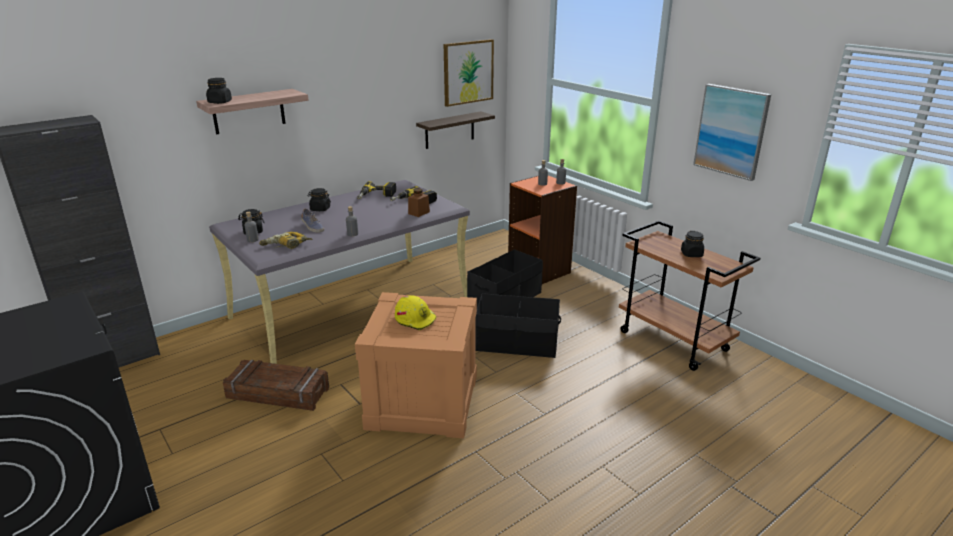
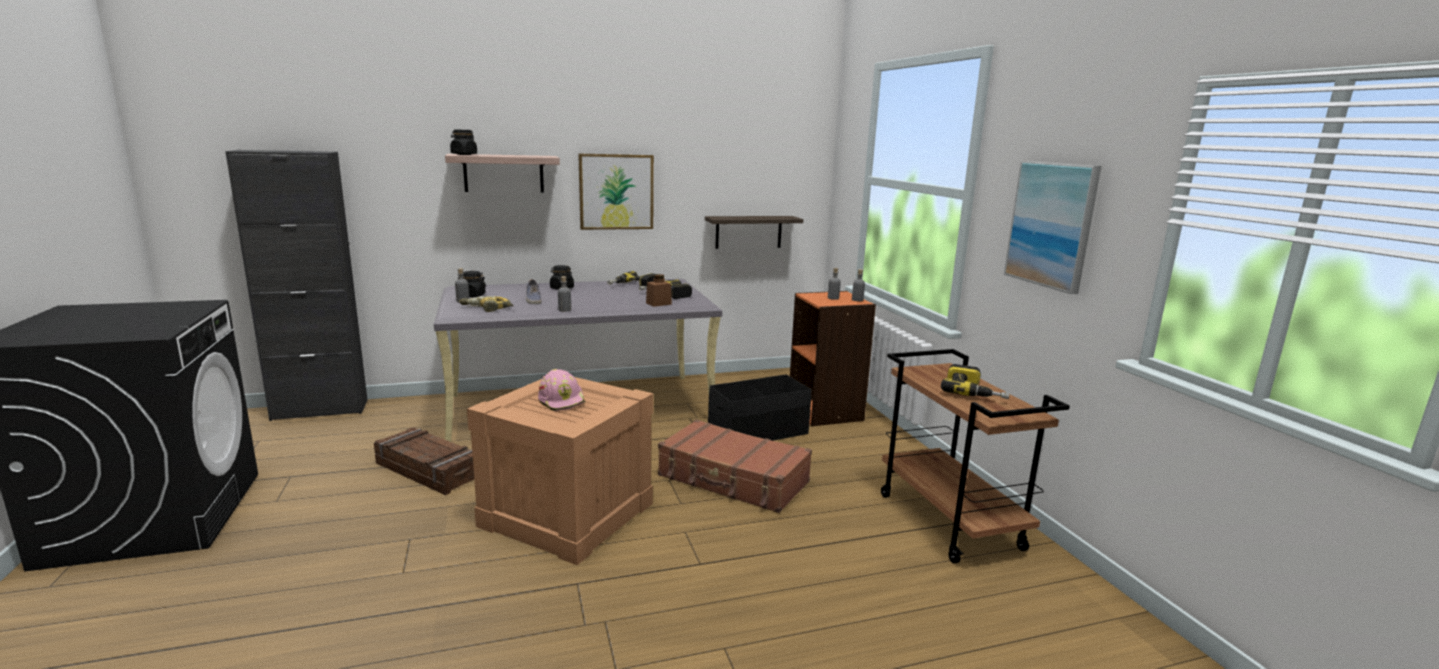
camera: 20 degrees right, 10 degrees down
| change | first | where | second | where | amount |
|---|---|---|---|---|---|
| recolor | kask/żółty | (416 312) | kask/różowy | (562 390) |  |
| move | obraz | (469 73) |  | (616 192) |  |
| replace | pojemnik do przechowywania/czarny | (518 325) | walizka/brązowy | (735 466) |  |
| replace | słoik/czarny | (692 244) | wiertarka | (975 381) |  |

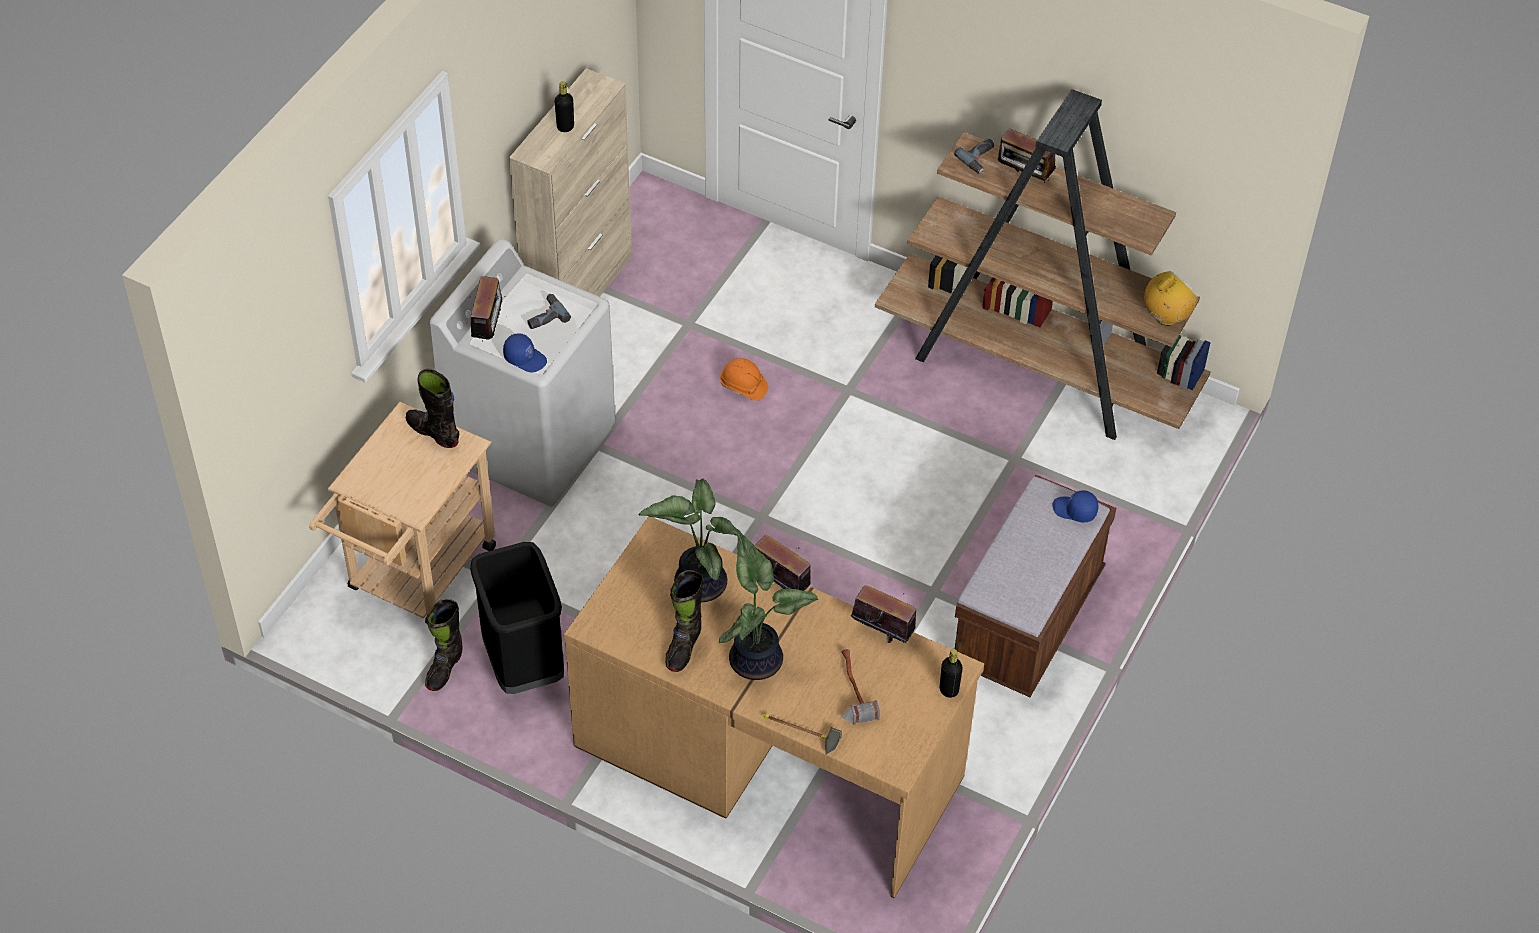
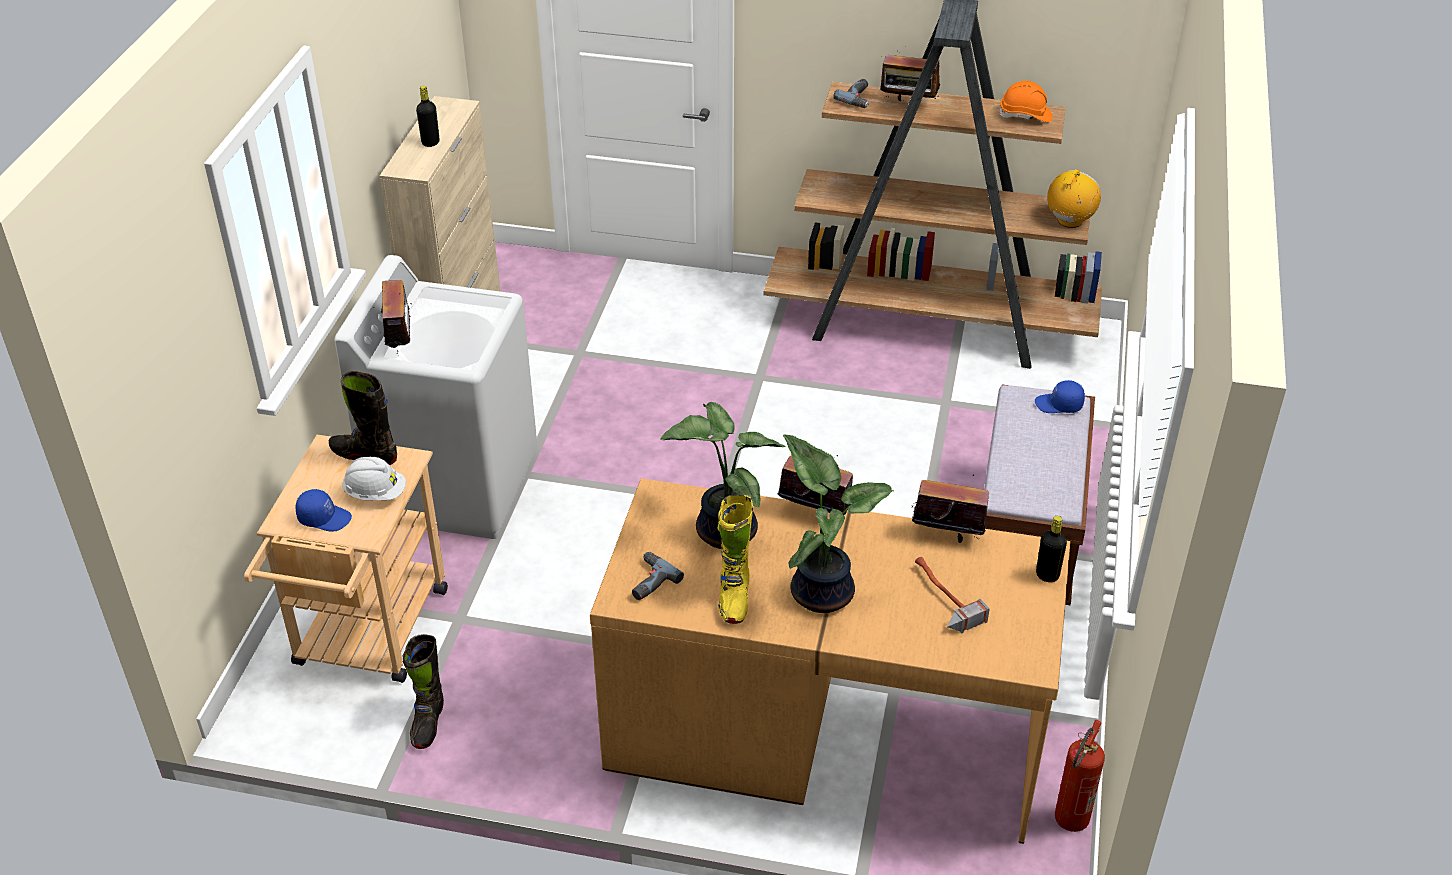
camera: 15 degrees left, 10 degrees down
| change | first | where | second | where | amount |
|---|---|---|---|---|---|
| delete | kosz na śmieci/czarny | (517 618) |  |  |  |
| move | czapka z daszkiem/niebieski | (525 353) |  | (324 510) |  |
| move | wiertarka | (549 311) |  | (658 576) |  |
| recolor | but z cholewką/czarny | (684 621) | but z cholewką/żółty | (735 559) |  |
| move | kask/pomarańczowy | (744 379) |  | (1025 101) |  |
| delete | młotek | (801 734) |  |  |  |
| insert |  |  | kask/biały | (374 479) |  |
| insert |  |  | gaśnica | (1080 776) |  |

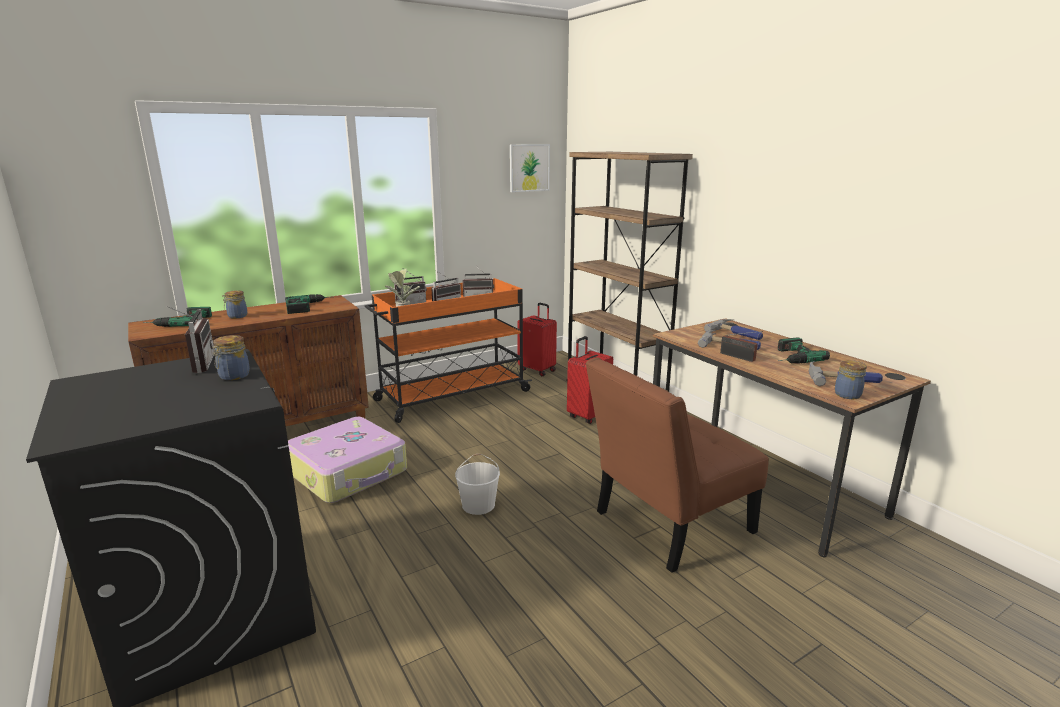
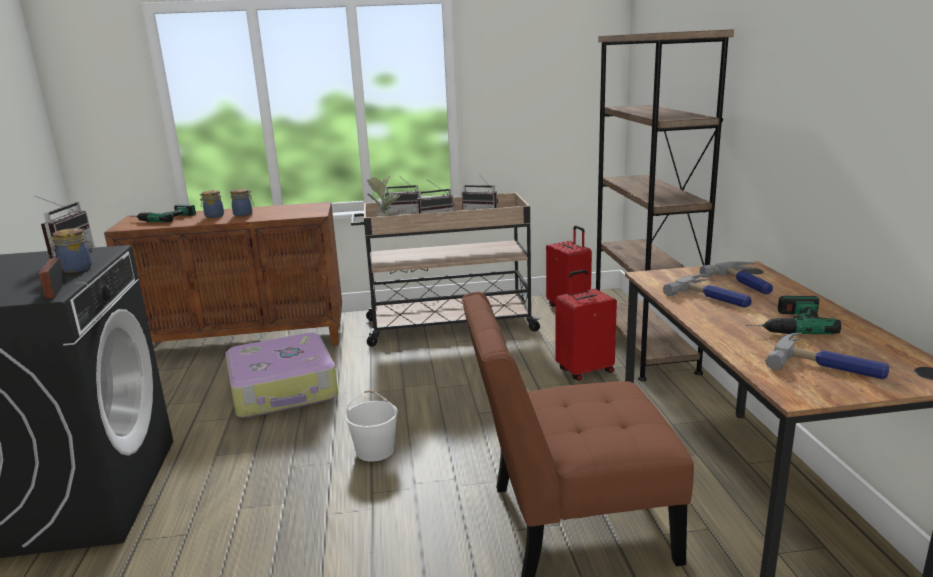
camera: 25 degrees right, 0 degrees up
| change | first | where | second | where | amount |
|---|---|---|---|---|---|
| delete | wiertarka | (307 304) |  |  |  |
| recolor | wózek/pomarańczowy | (448 350) | wózek/beżowy | (446 270) |  |
| delete | obraz | (530 168) |  |  |  |
| move | radio | (741 346) |  | (52 276) |  |
| move | słoik | (851 379) |  | (242 203) |  |

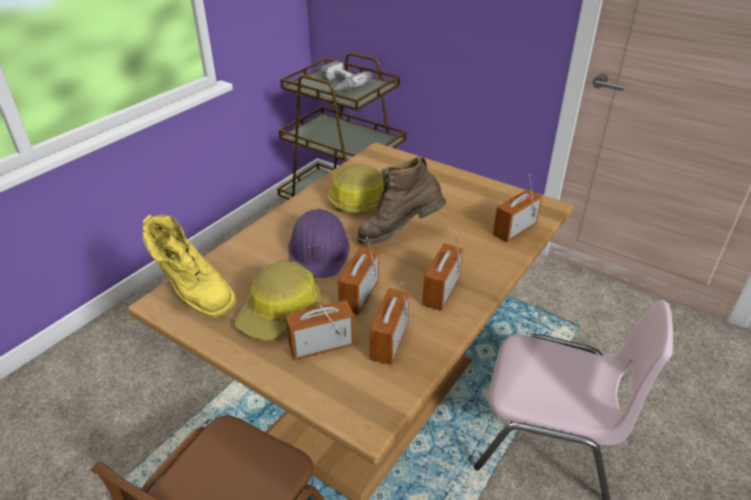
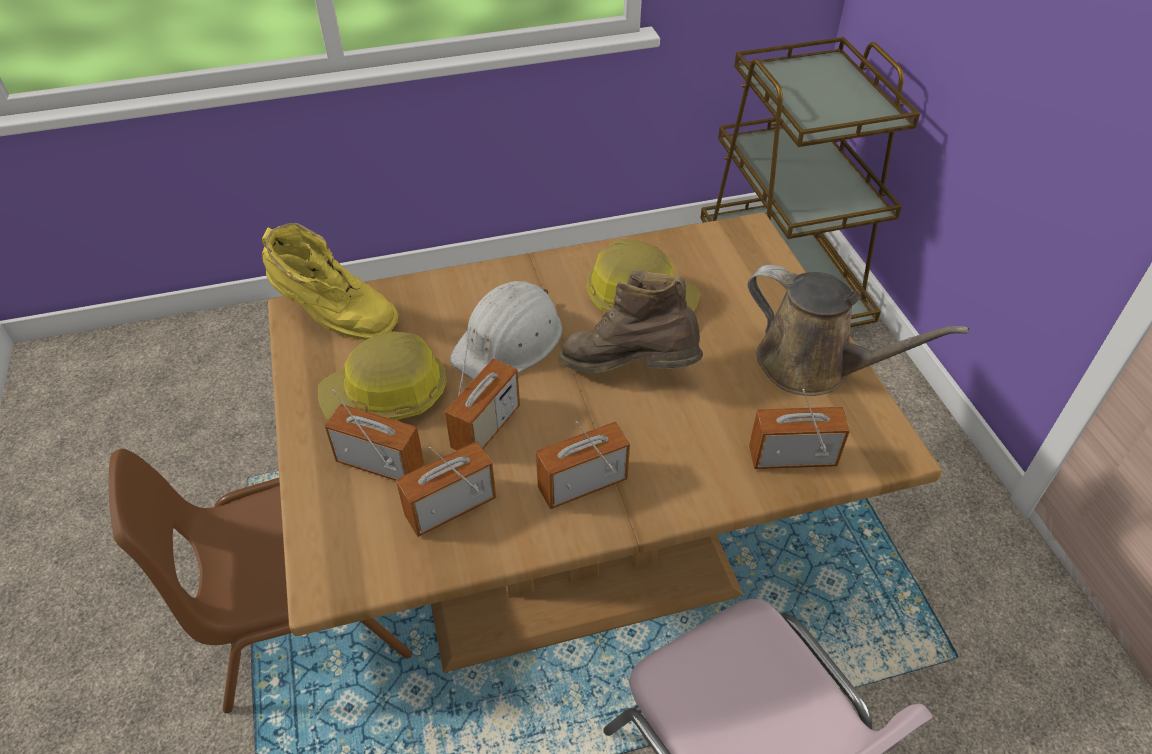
camera: 40 degrees right, 10 degrees up
| change | first | where | second | where | amount |
|---|---|---|---|---|---|
| rotate | but z cholewką/żółty | (189 266) |  | (330 281) | 60 degrees counterclockwise |
| recolor | kask/fioletowy | (319 243) | kask/biały | (506 330) |  |
| delete | wiertarka | (346 76) |  |  |  |
| rotate | radio | (358 276) |  | (482 389) | 150 degrees clockwise |
| insert |  |  | konewka/brązowy | (858 330) |  |

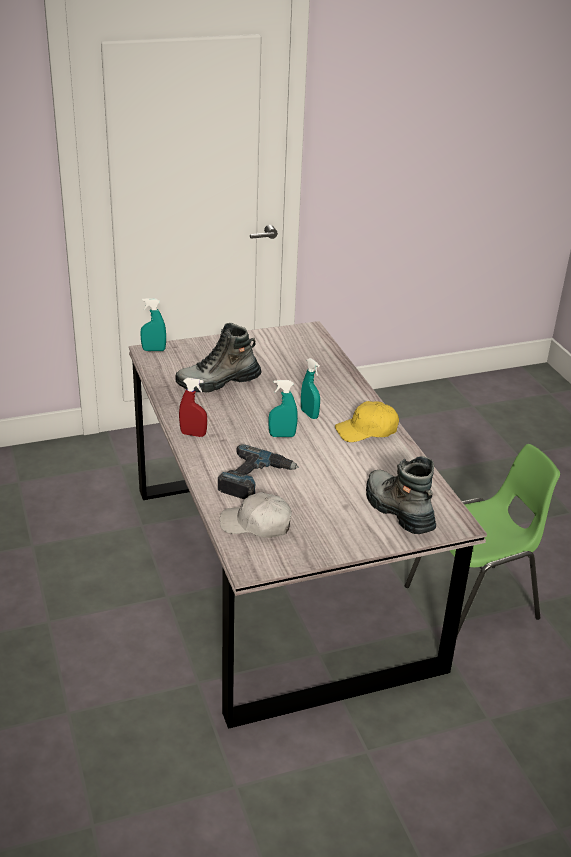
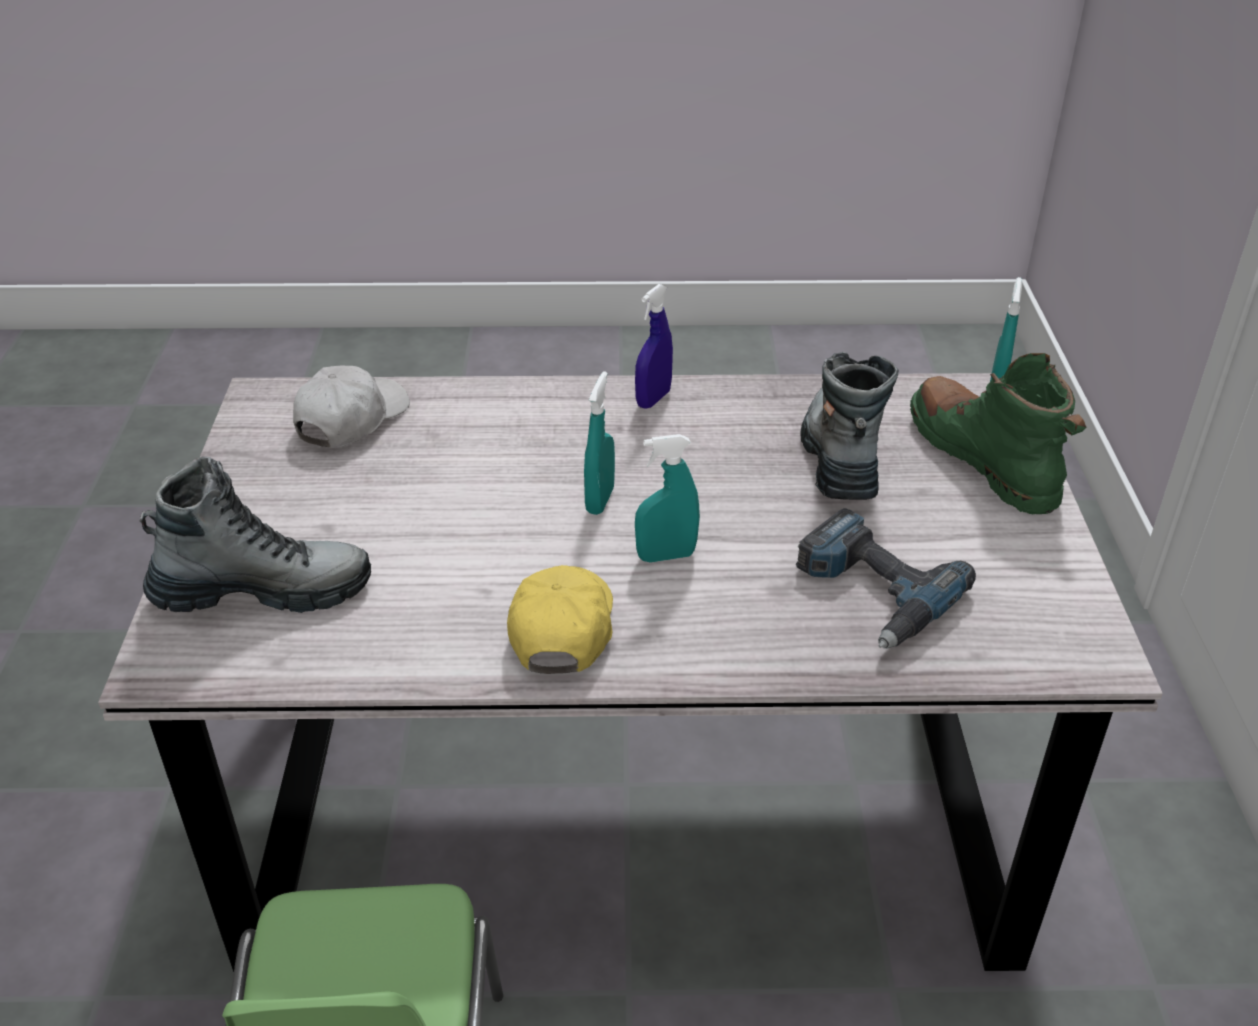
camera: 110 degrees right, 5 degrees up
| change | first | where | second | where | amount |
|---|---|---|---|---|---|
| recolor | spryskiwacz/czerwony | (193 407) | spryskiwacz/niebieski | (654 346) |  |
| move | wiertarka | (258 472) |  | (885 578) |  |
| insert |  |  | but z cholewką/zielony | (998 433) |  |

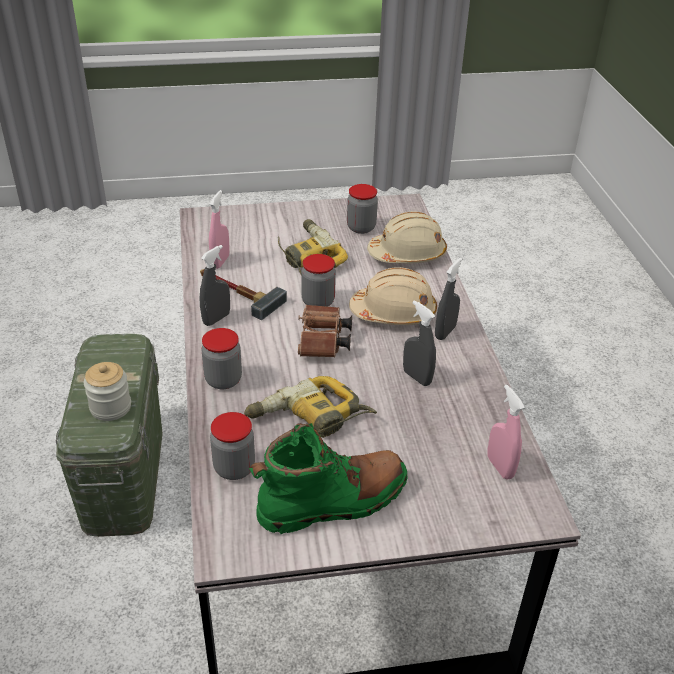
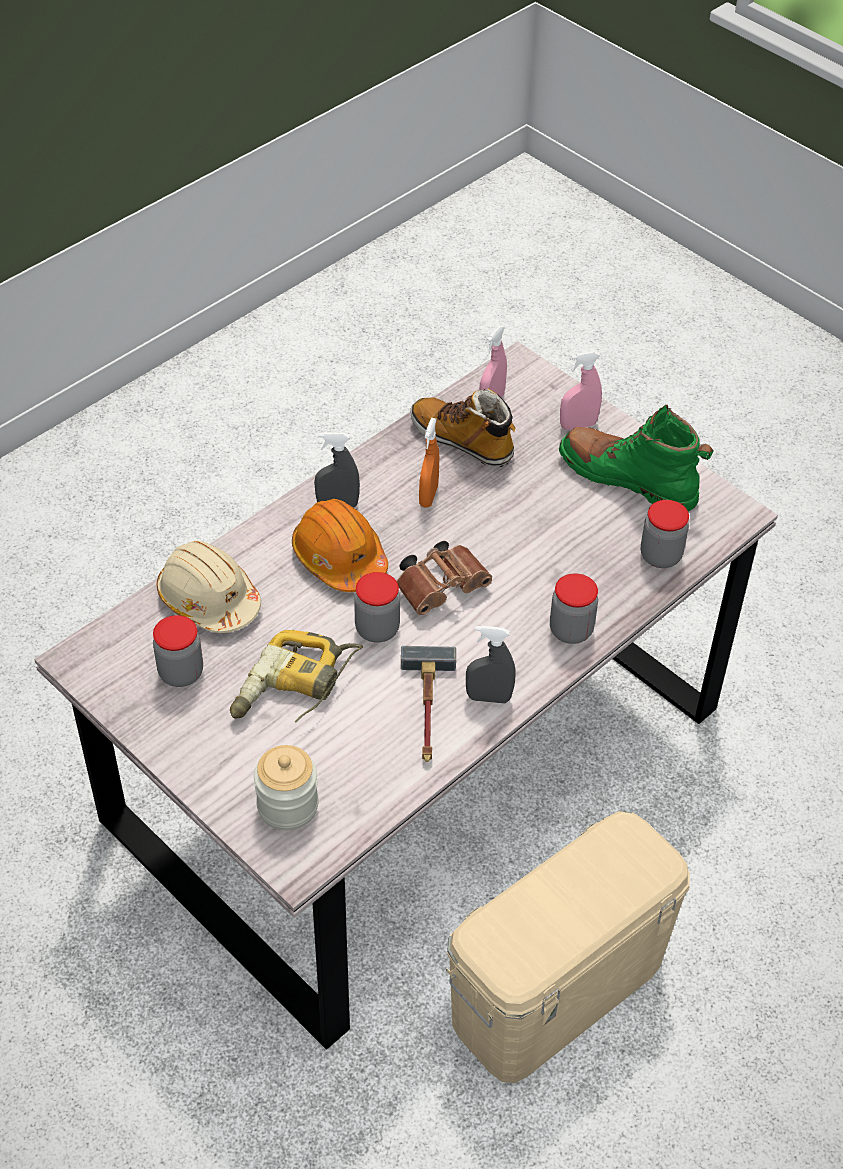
camera: 125 degrees left, 10 degrees up
| change | first | where | second | where | amount |
|---|---|---|---|---|---|
| recolor | pojemnik do przechowywania/zielony | (109 435) | pojemnik do przechowywania/beżowy | (568 947) |  |
| move | słoik | (107 391) |  | (286 788) |  |
| move | spryskiwacz/różowy | (219 229) |  | (581 390) |  |
| delete | wiertarka | (310 407) |  |  |  |
| recolor | kask/beżowy | (393 296) | kask/pomarańczowy | (340 545) |  |
| recolor | spryskiwacz/szary | (419 343) | spryskiwacz/pomarańczowy | (429 463) |  |
| insert |  |  | but z cholewką | (463 427) |  |

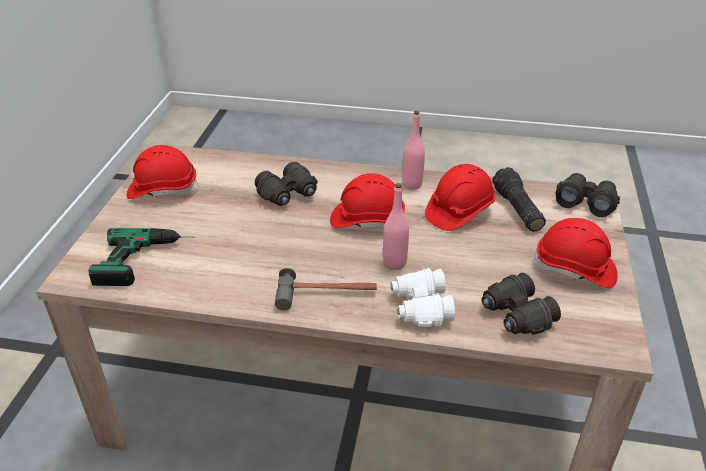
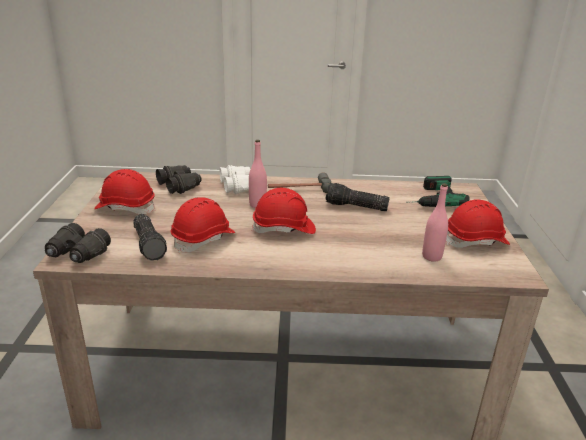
camera: 170 degrees right, 10 degrees down
| change | first | where | second | where | amount |
|---|---|---|---|---|---|
| delete | lornetka/czarny | (286 184) |  |  |  |
| move | butelka/różowy | (413 150) |  | (435 222) |  |
| insert |  |  | latarka | (357 197) |  |

